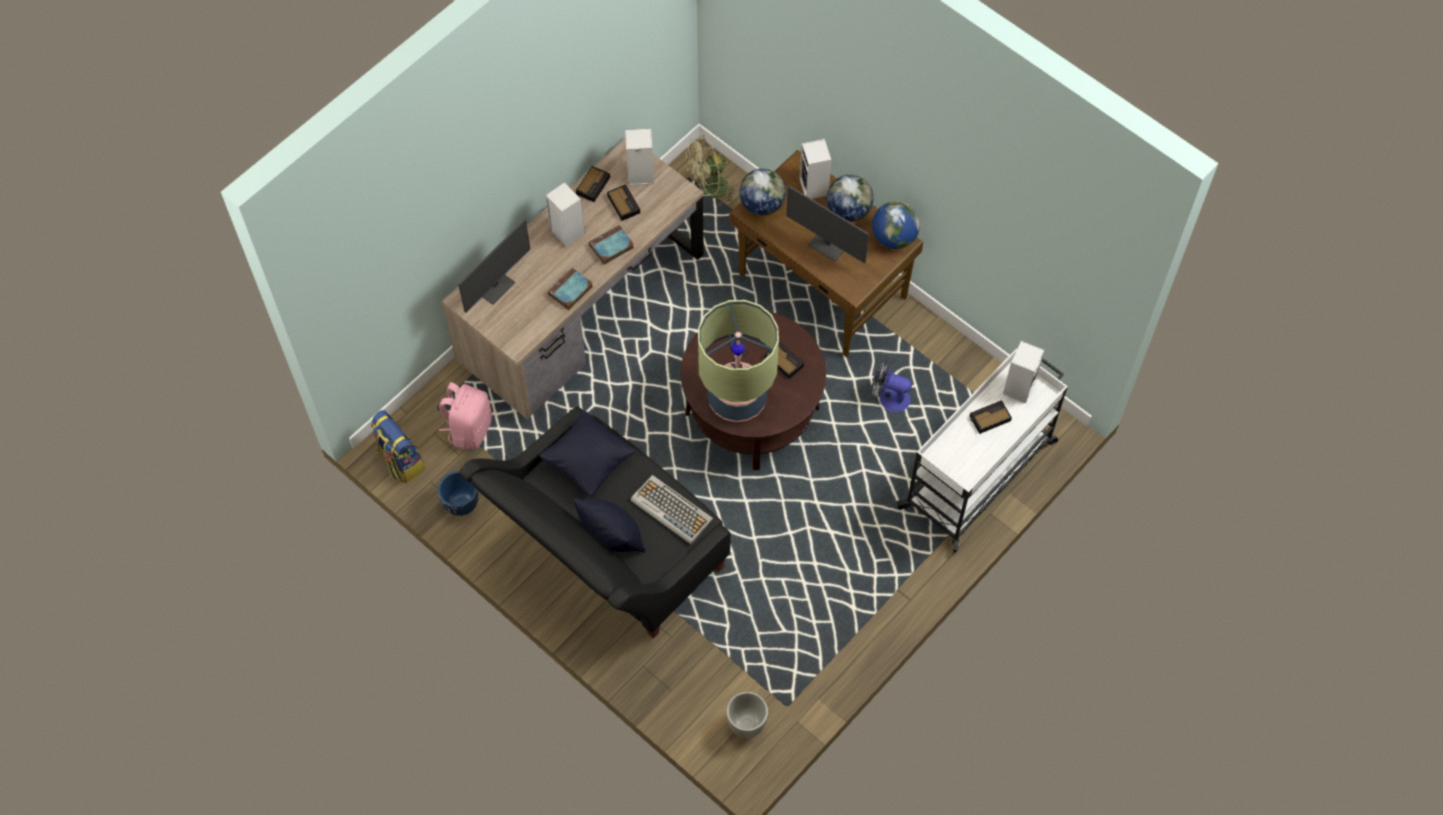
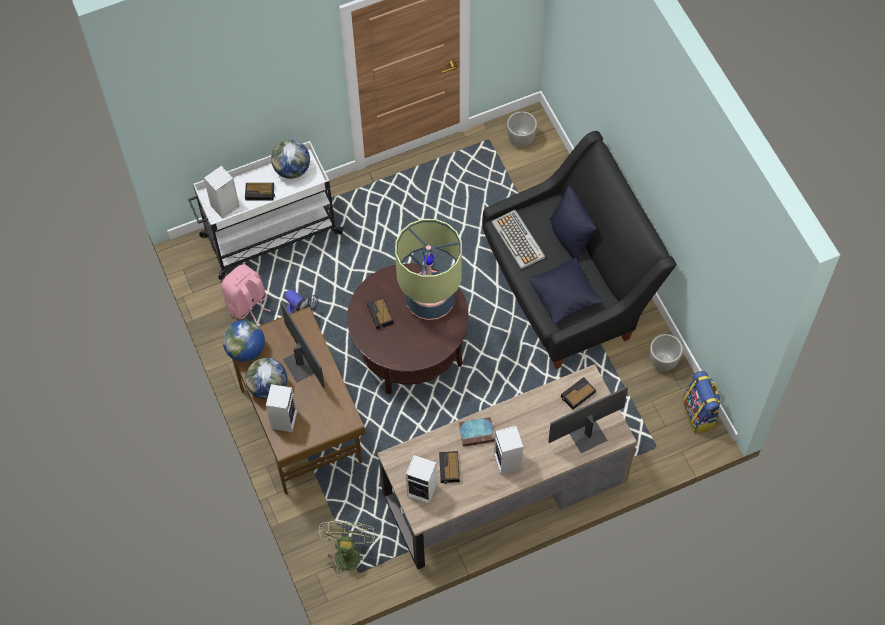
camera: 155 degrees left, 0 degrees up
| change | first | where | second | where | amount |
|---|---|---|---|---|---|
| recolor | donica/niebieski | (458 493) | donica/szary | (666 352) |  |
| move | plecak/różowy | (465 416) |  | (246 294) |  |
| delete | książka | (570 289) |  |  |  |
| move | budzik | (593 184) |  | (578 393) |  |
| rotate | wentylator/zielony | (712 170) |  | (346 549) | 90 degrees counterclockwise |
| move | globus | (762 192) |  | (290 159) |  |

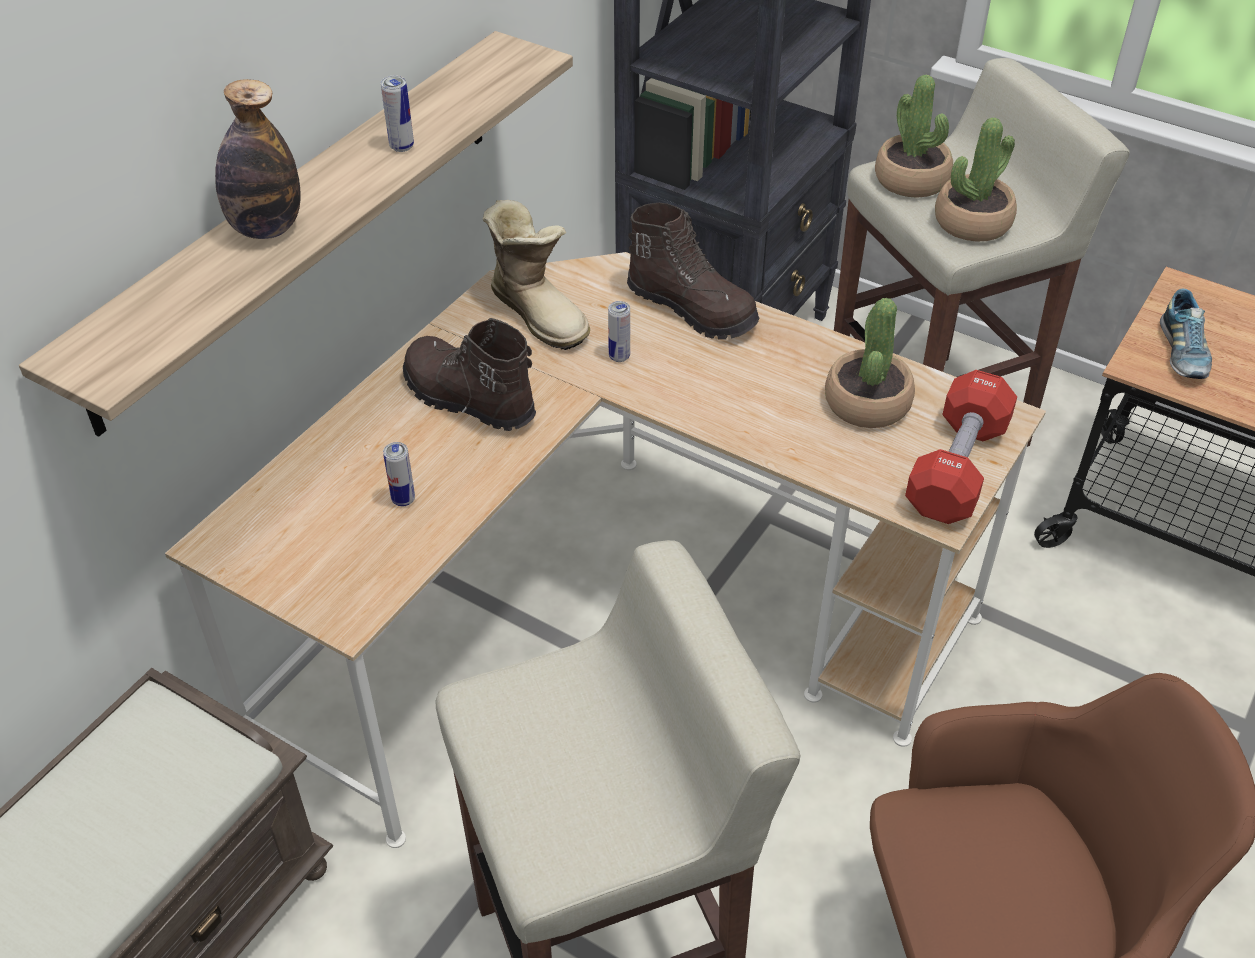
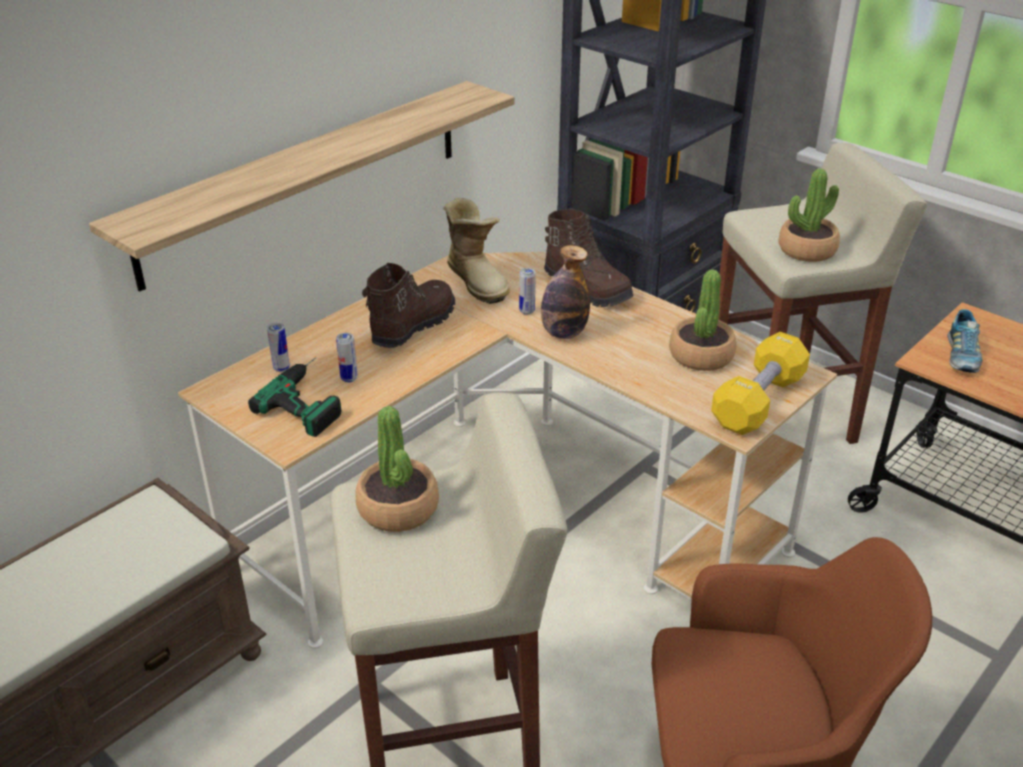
camera: 10 degrees right, 10 degrees down
| change | first | where | second | where | amount |
|---|---|---|---|---|---|
| move | butelka | (258 159) |  | (565 292) |  |
| move | puszka | (397 114) |  | (278 347) |  |
| rotate | but z cholewką/brązowy | (469 374) |  | (408 305) | 75 degrees clockwise |
| move | roślina doniczkowa | (914 136) |  | (397 469) |  |
| recolor | hantel/czerwony | (961 447) | hantel/żółty | (760 383) |  |
| insert |  |  | wiertarka | (295 397) |  |

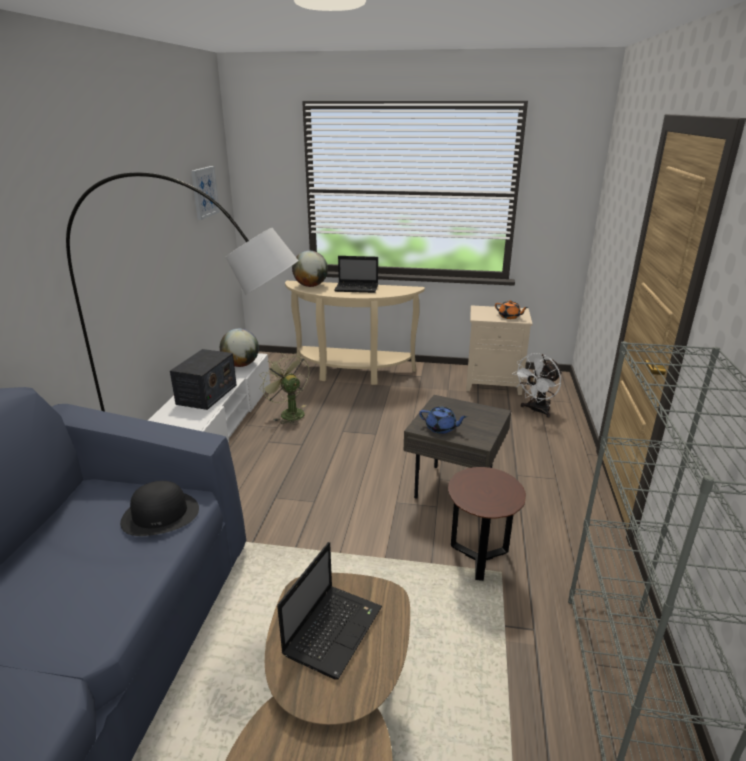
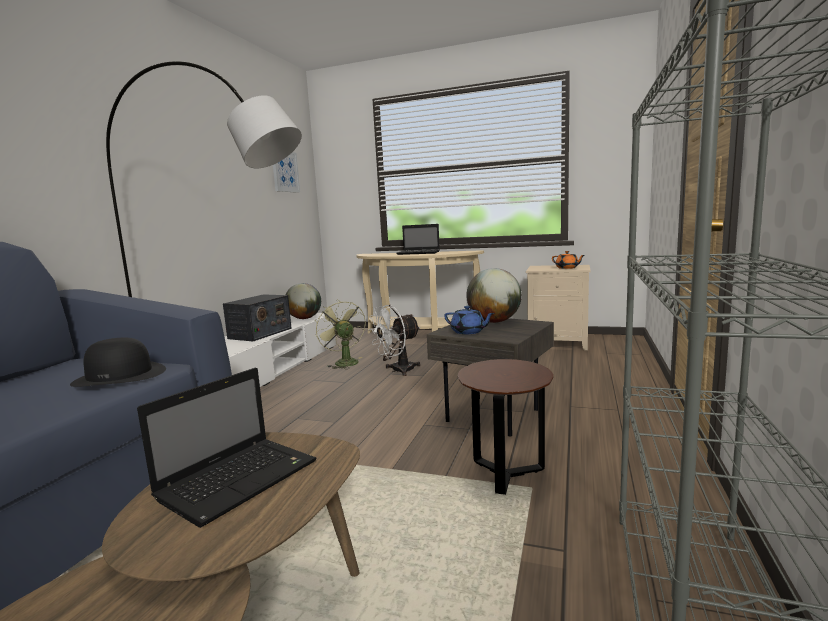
camera: 10 degrees right, 15 degrees down
| change | first | where | second | where | amount |
|---|---|---|---|---|---|
| move | globus | (310 269) |  | (494 295) |  |
| move | wentylator/biały | (537 385) |  | (395 340) |  |

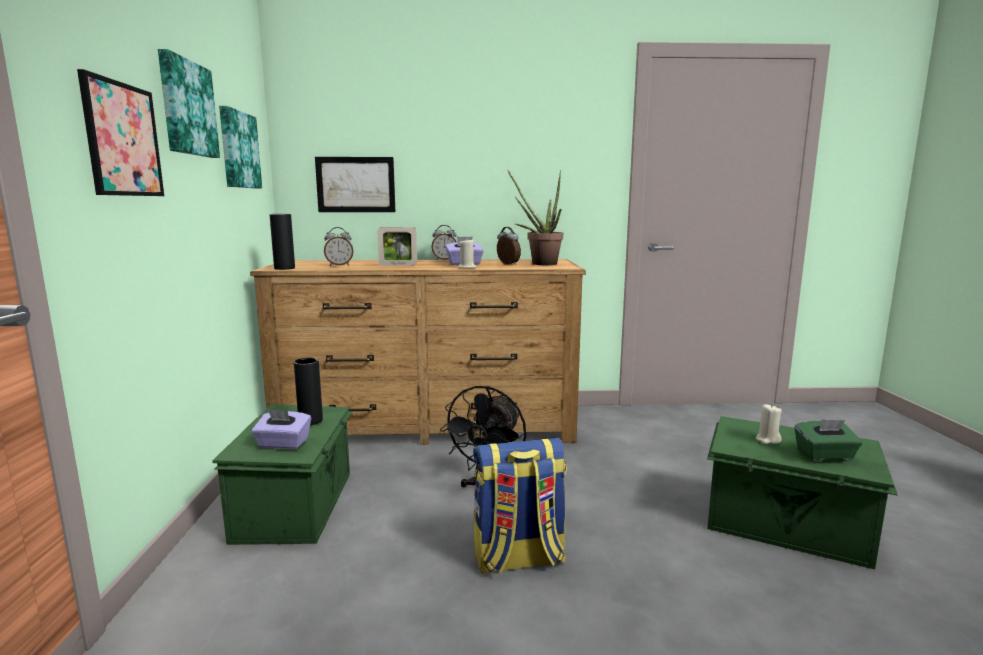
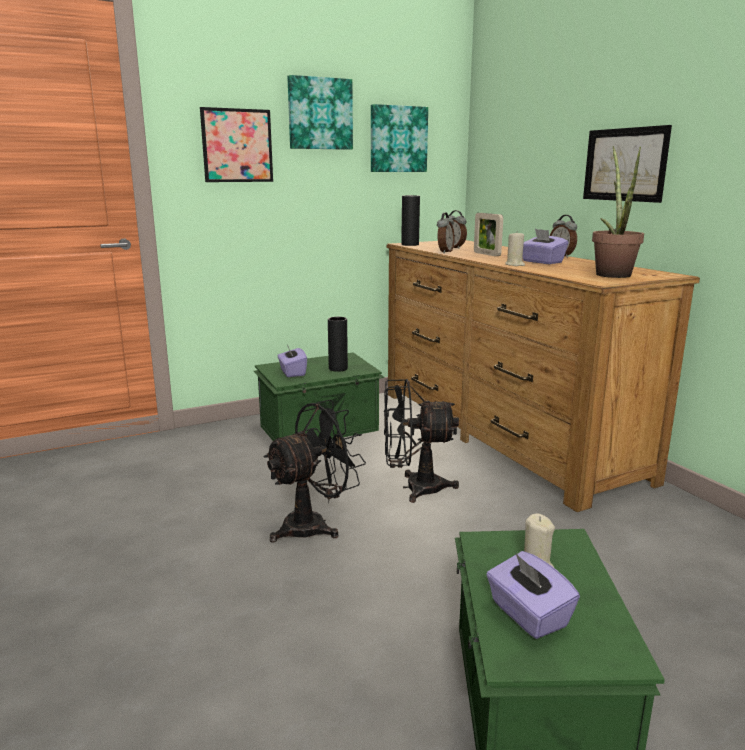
camera: 65 degrees right, 5 degrees up
| change | first | where | second | where | amount |
|---|---|---|---|---|---|
| move | obraz | (355 184) |  | (627 164) |  |
| replace | plecak | (520 506) | wentylator/czarny | (315 471) |  |
| move | budzik | (509 246) |  | (446 233) |  |
| recolor | pudełko chusteczek/zielony | (828 439) | pudełko chusteczek/fioletowy | (533 595) |  |

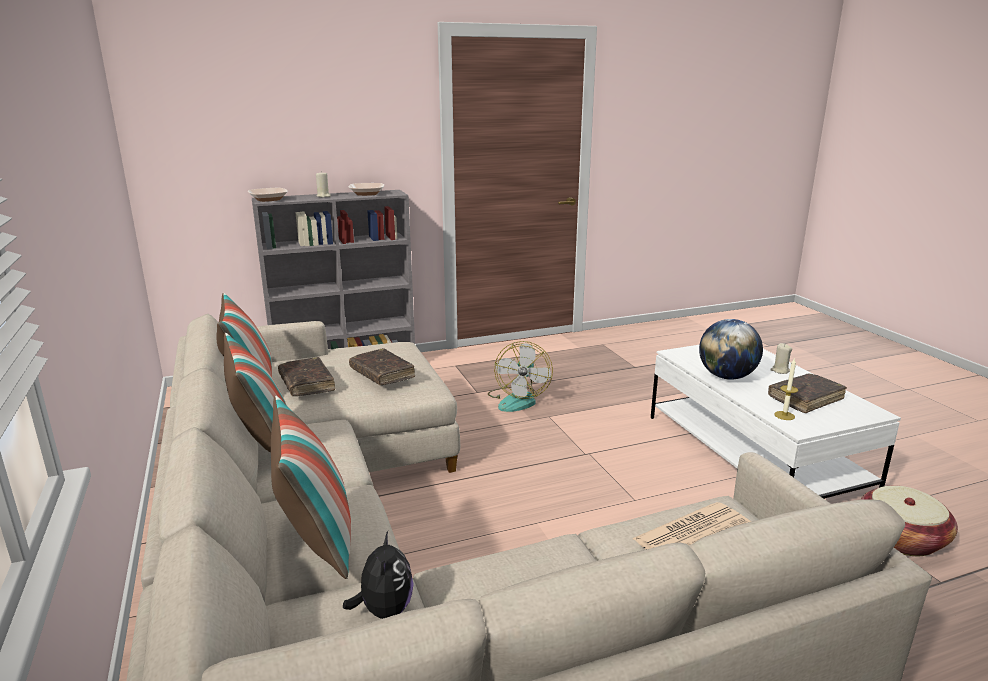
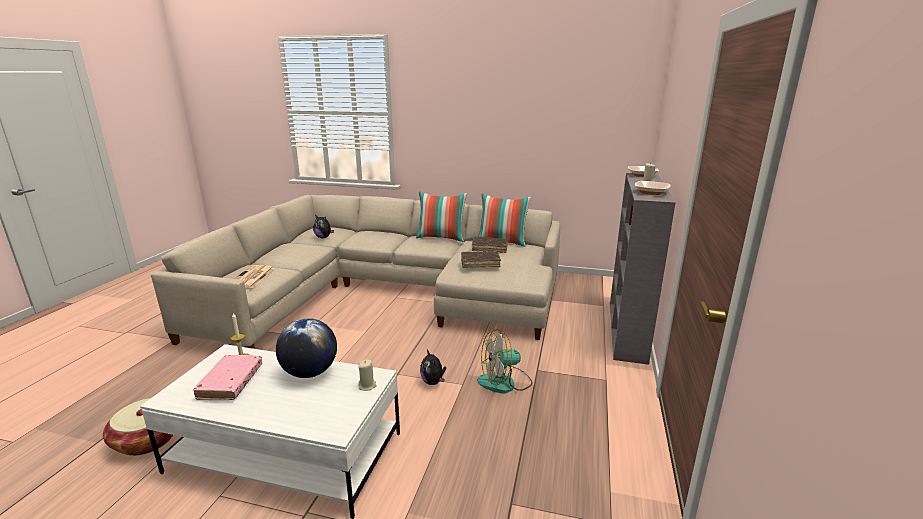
camera: 125 degrees right, 0 degrees up
| change | first | where | second | where | amount |
|---|---|---|---|---|---|
| delete | poduszka | (311 487) |  |  |  |
| rotate | wentylator | (520 376) |  | (505 361) | 60 degrees counterclockwise |
| recolor | książka/brązowy | (807 393) | książka/różowy | (227 377) |  |
| move | świeca/beżowy | (781 358) |  | (367 375) |  |
| insert |  |  | pluszak | (433 367) |  |

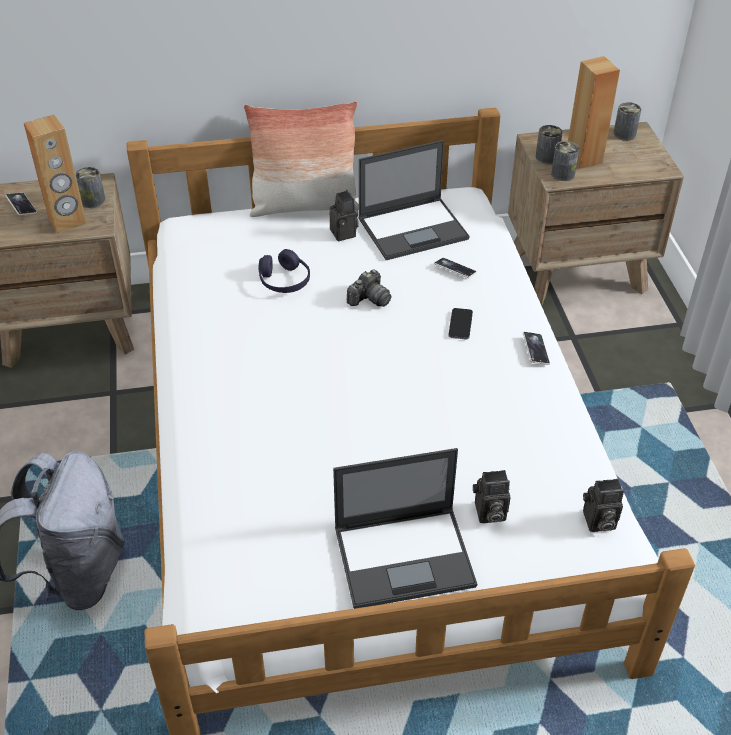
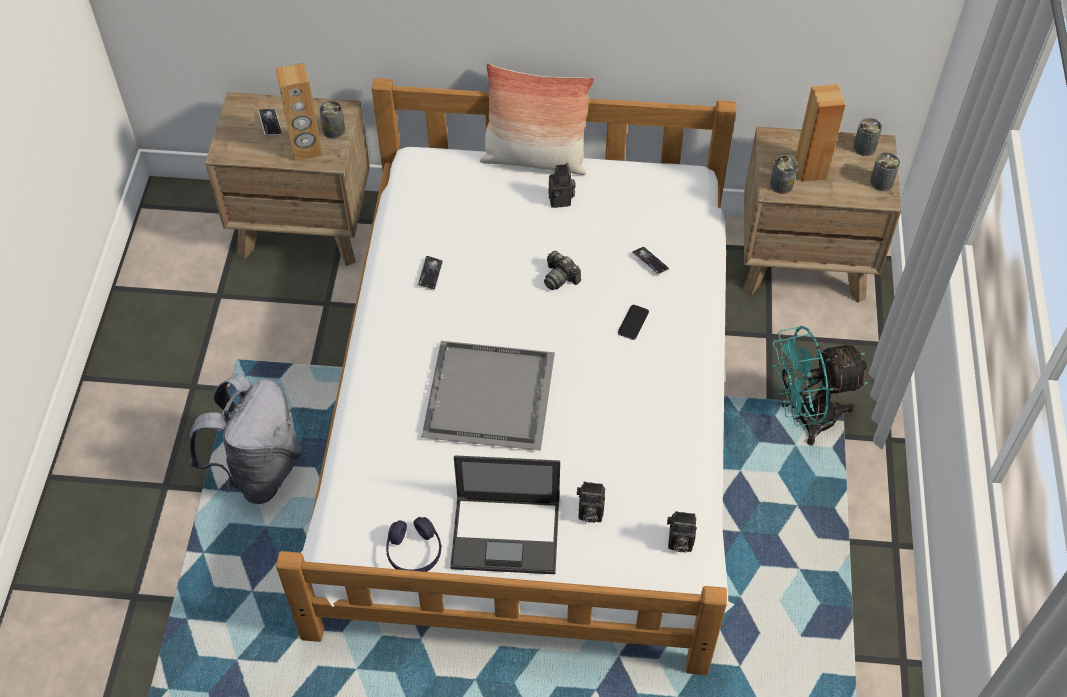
camera: 15 degrees right, 10 degrees up
| change | first | where | second | where | amount |
|---|---|---|---|---|---|
| move | słuchawki/fioletowy | (284 271) |  | (414 544) |  |
| rotate | aparat fotograficzny | (369 288) |  | (562 270) | 75 degrees clockwise |
| delete | laptop | (414 200) |  |  |  |
| move | telefon | (536 348) |  | (430 273) |  |
| move | puszka | (549 144) |  | (885 171) |  |
| insert |  |  | taca/szary | (488 396) |  |
| insert |  |  | wentylator/turkusowy | (820 386) |  |

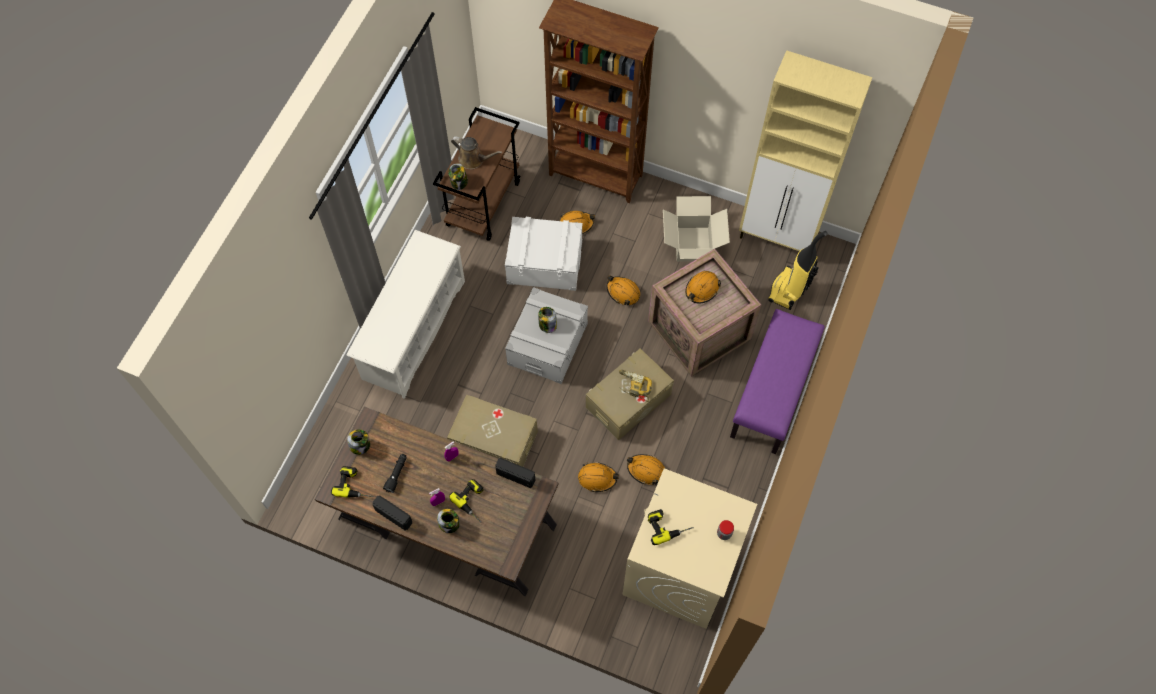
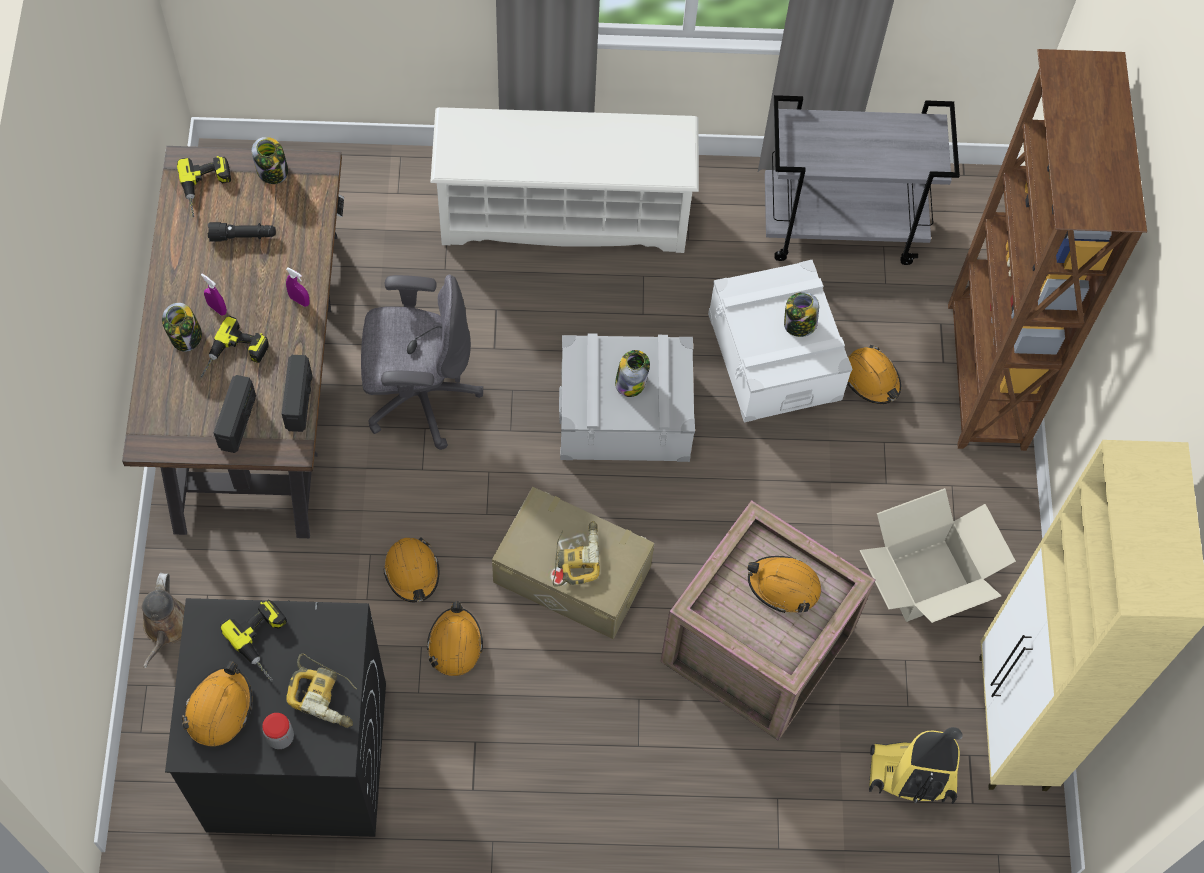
camera: 65 degrees right, 0 degrees up
| change | first | where | second | where | amount |
|---|---|---|---|---|---|
| move | radio | (392 513) |  | (235 414) |  |
| recolor | wózek/brązowy | (477 174) | wózek/szary | (862 180) |  |
| replace | pojemnik do przechowywania/beżowy | (492 431) | krzesło biurowe/szary | (422 362) |  |
| move | słoik | (458 176) |  | (801 314) |  |
| move | konewka/brązowy | (476 152) |  | (163 620) |  |
| move | kask/pomarańczowy | (623 290) |  | (217 703) |  |
| recolor | pralka/beżowy | (690 549) | pralka/czarny | (275 717) |  |
| delete | ławka/fioletowy | (777 381) |  |  |  |
| insert |  |  | wiertarka | (321 690) |  |

